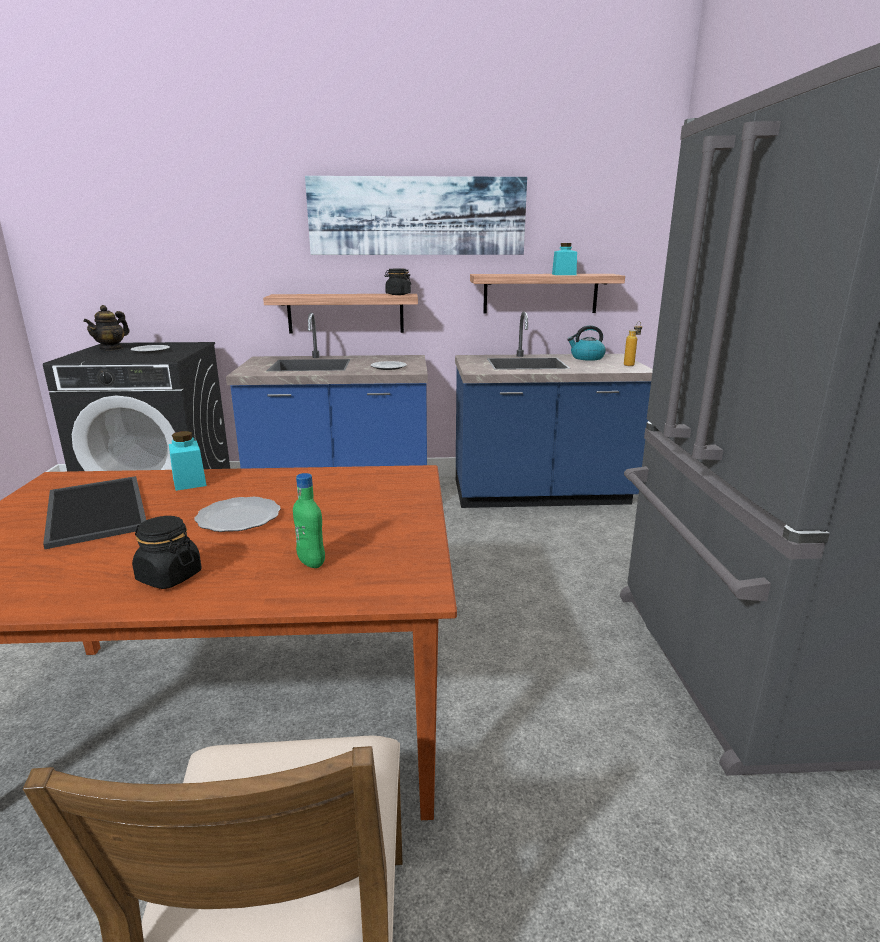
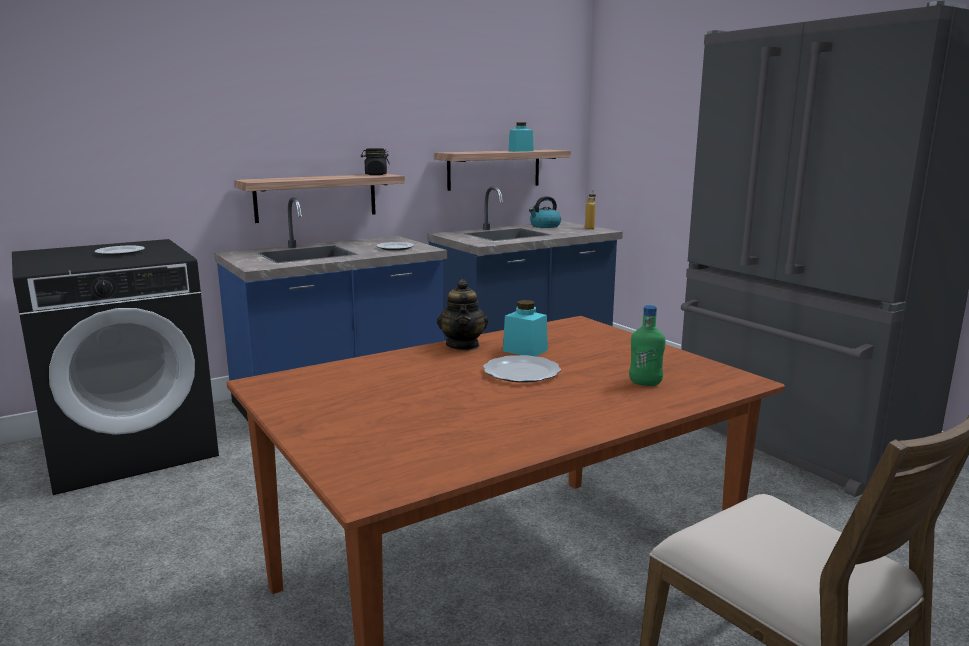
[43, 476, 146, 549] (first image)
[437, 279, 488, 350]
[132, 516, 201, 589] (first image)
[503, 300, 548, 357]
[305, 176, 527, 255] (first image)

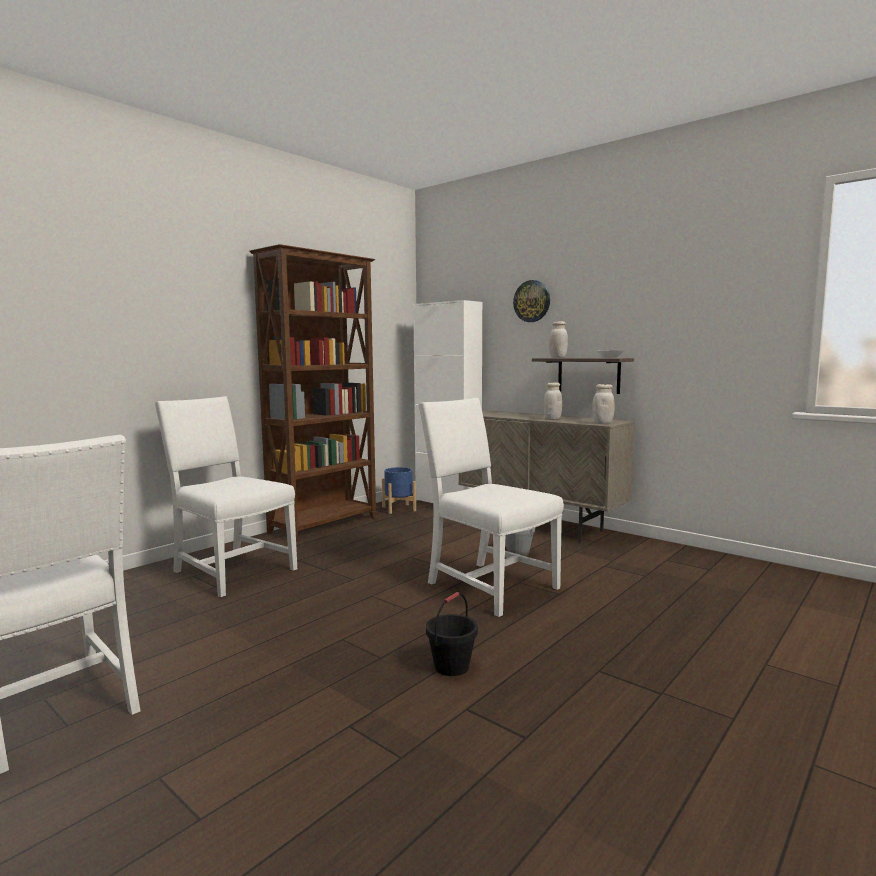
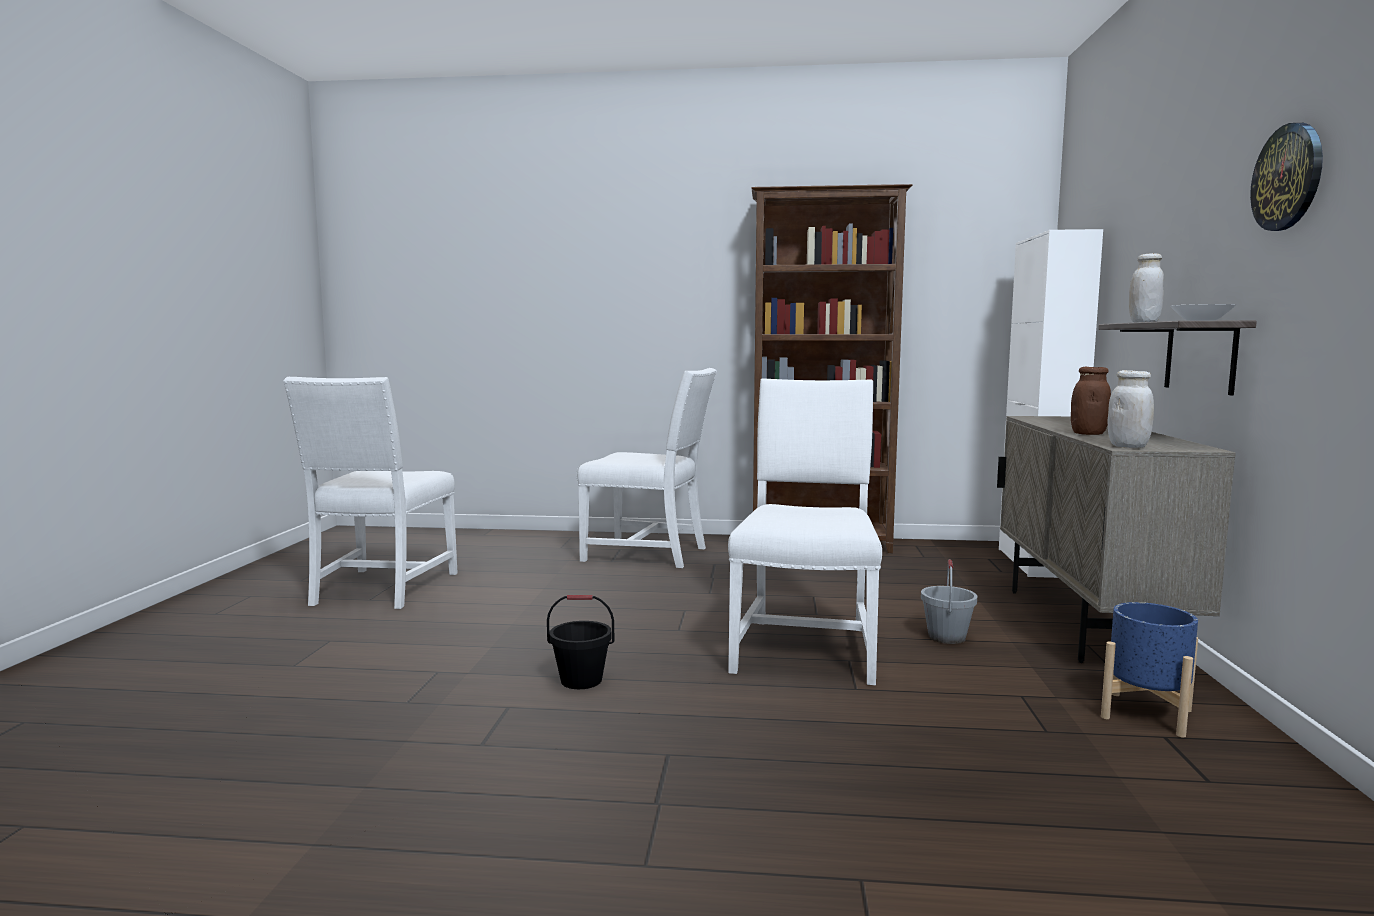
[577, 368, 717, 568]
[1101, 602, 1198, 738]
[1250, 123, 1323, 231]
[1071, 366, 1111, 435]

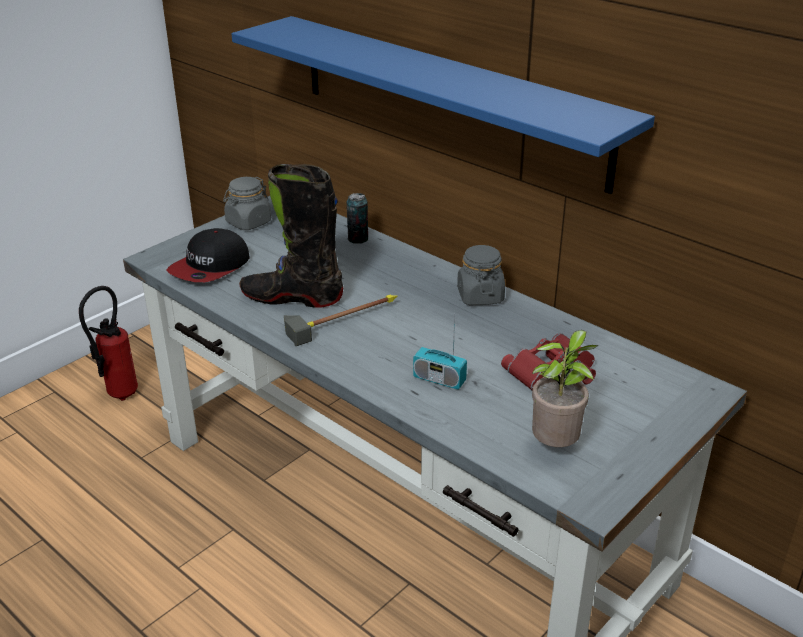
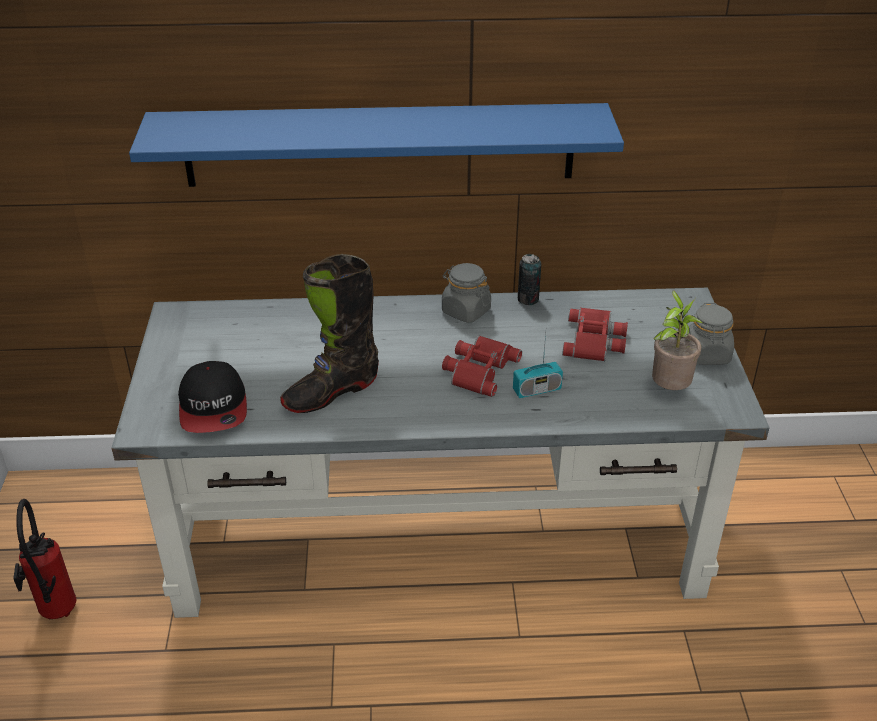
[689, 303, 734, 365]
[284, 294, 397, 346] (first image)
[518, 254, 541, 305]
[442, 336, 522, 397]

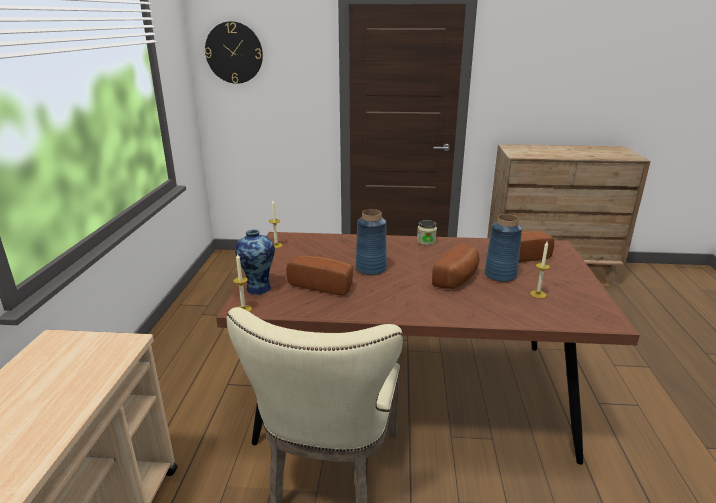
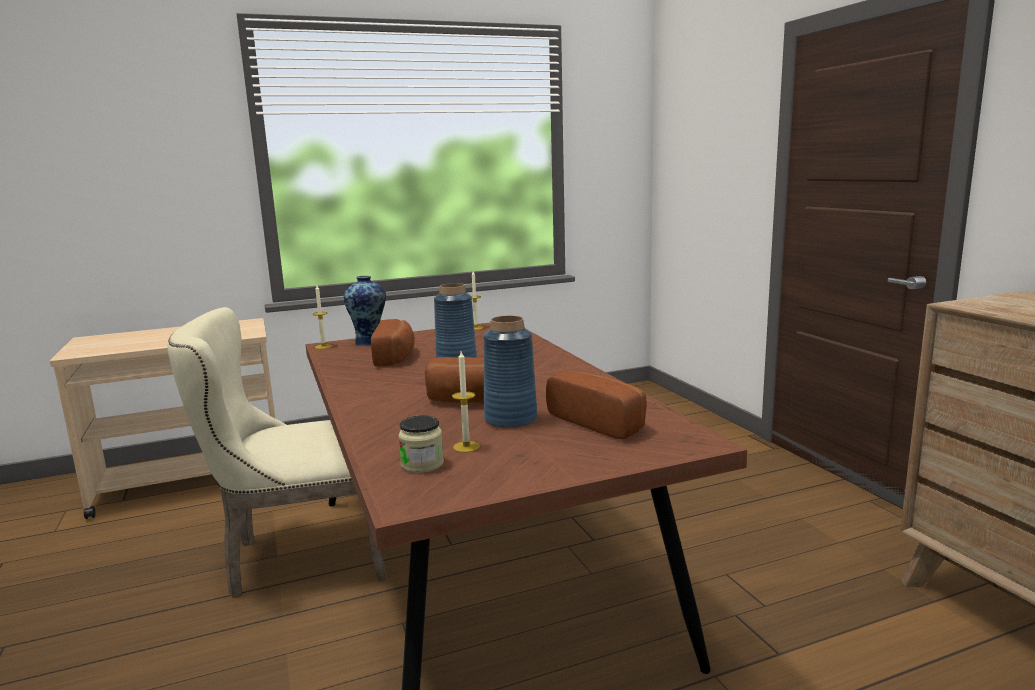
[205, 21, 263, 84] (first image)
[398, 415, 444, 473]

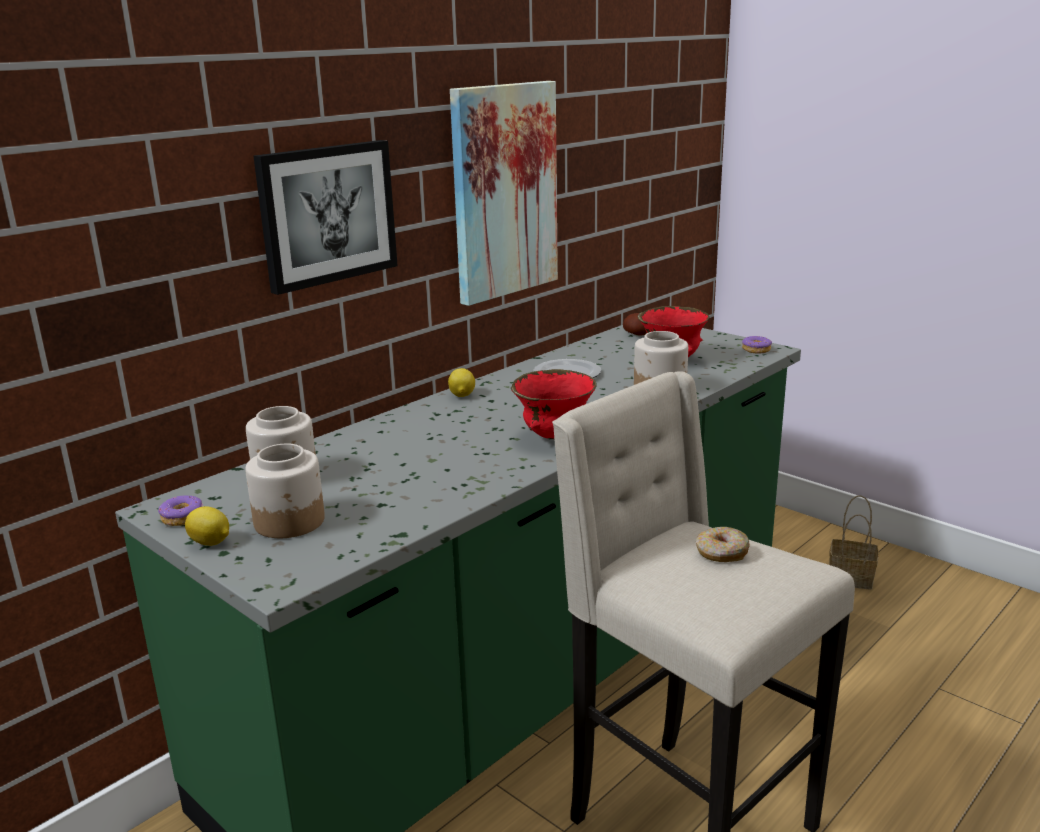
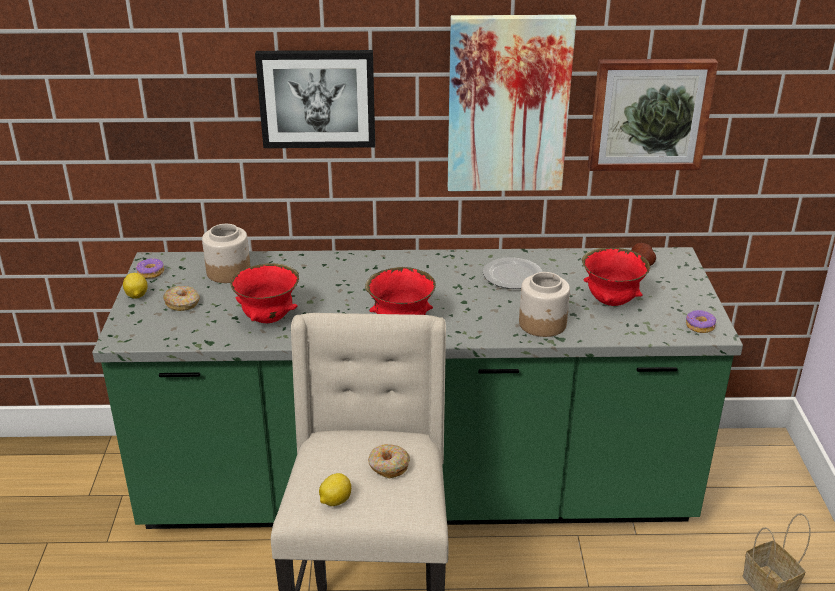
[163, 286, 200, 311]
[319, 473, 351, 506]
[230, 263, 299, 323]
[588, 59, 718, 171]

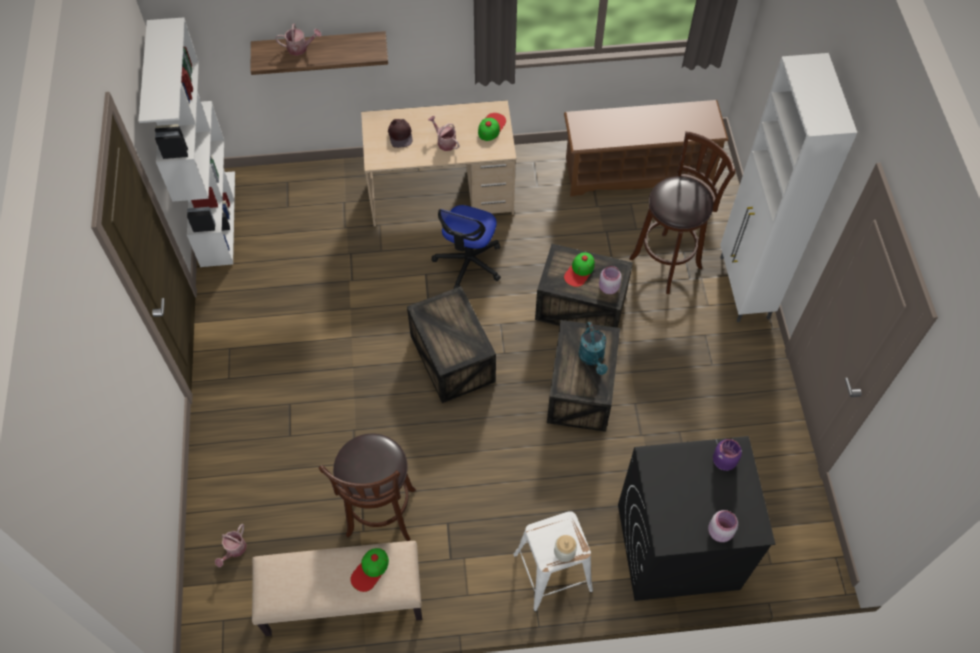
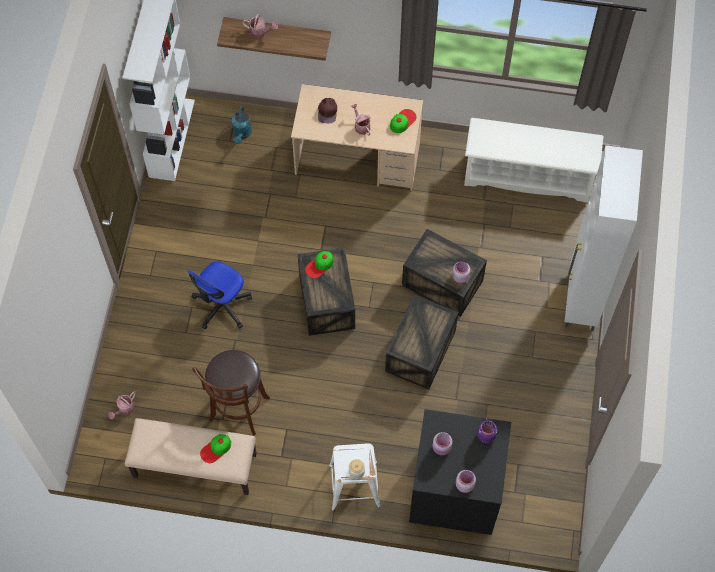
[188, 262, 252, 329]
[464, 118, 604, 203]
[305, 251, 334, 278]
[232, 107, 252, 144]
[629, 131, 735, 294] (first image)
[433, 432, 452, 455]

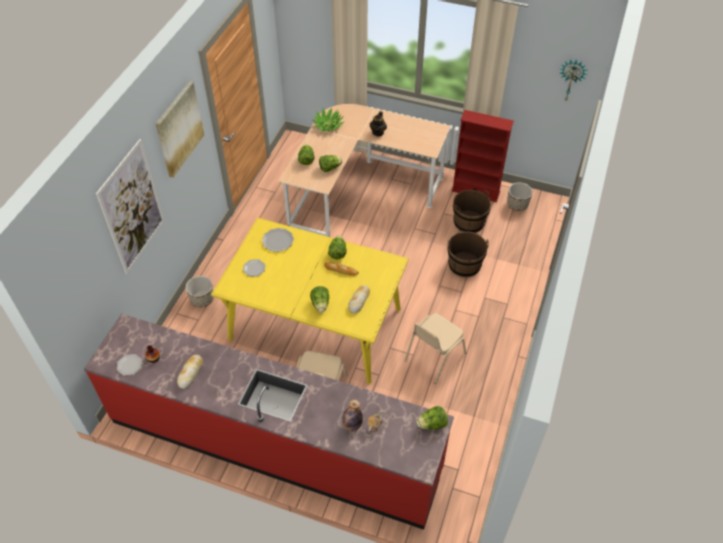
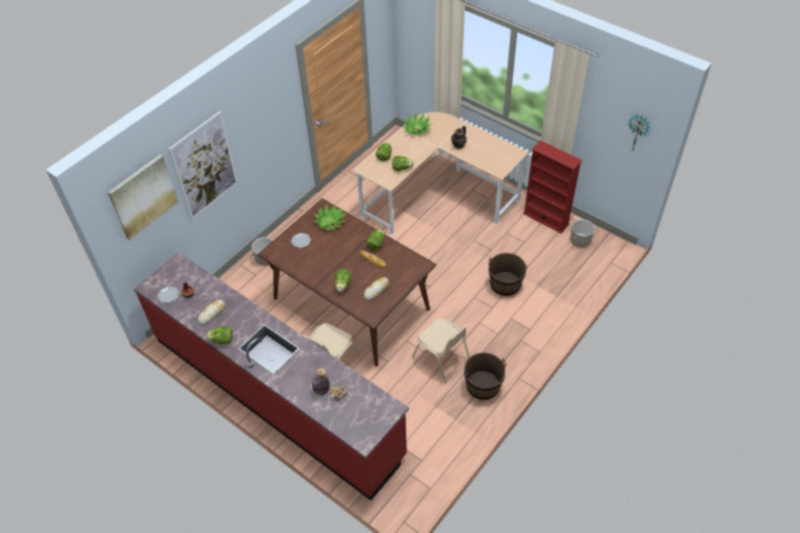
[108, 154, 178, 240]
[258, 198, 436, 366]
[313, 205, 346, 230]
[412, 318, 470, 383]
[206, 326, 232, 344]
[464, 352, 506, 400]

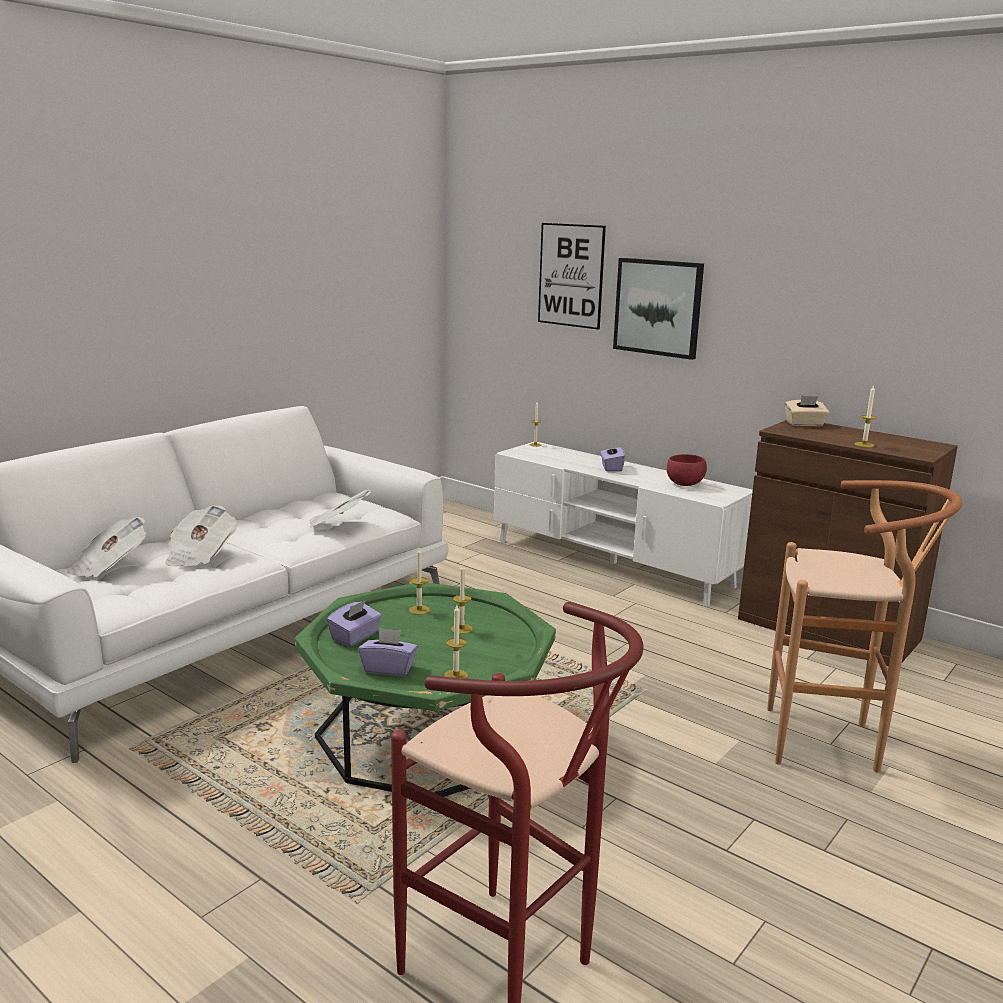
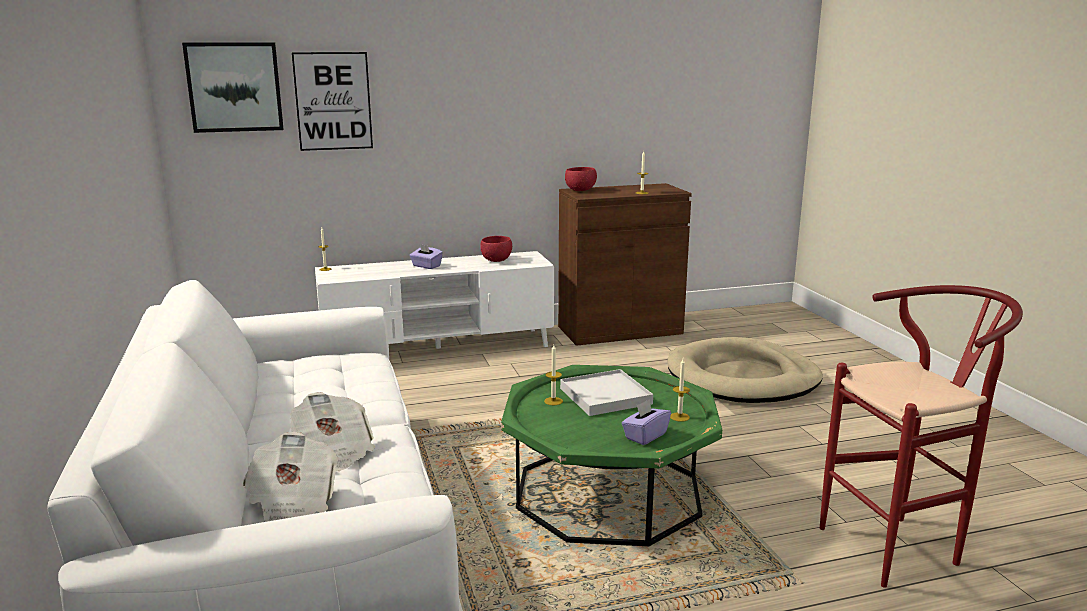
[309, 489, 371, 528] (first image)
[327, 600, 382, 646] (first image)
[560, 369, 653, 416]
[182, 42, 284, 133]
[667, 337, 823, 403]
[565, 167, 597, 191]

